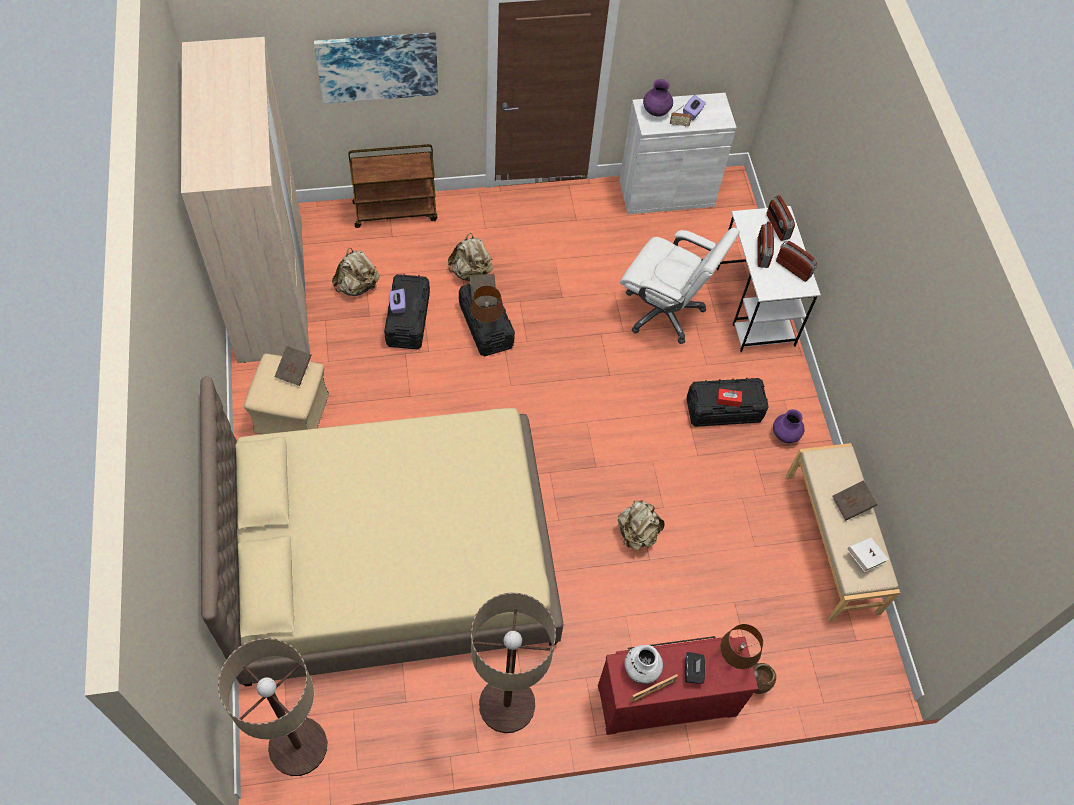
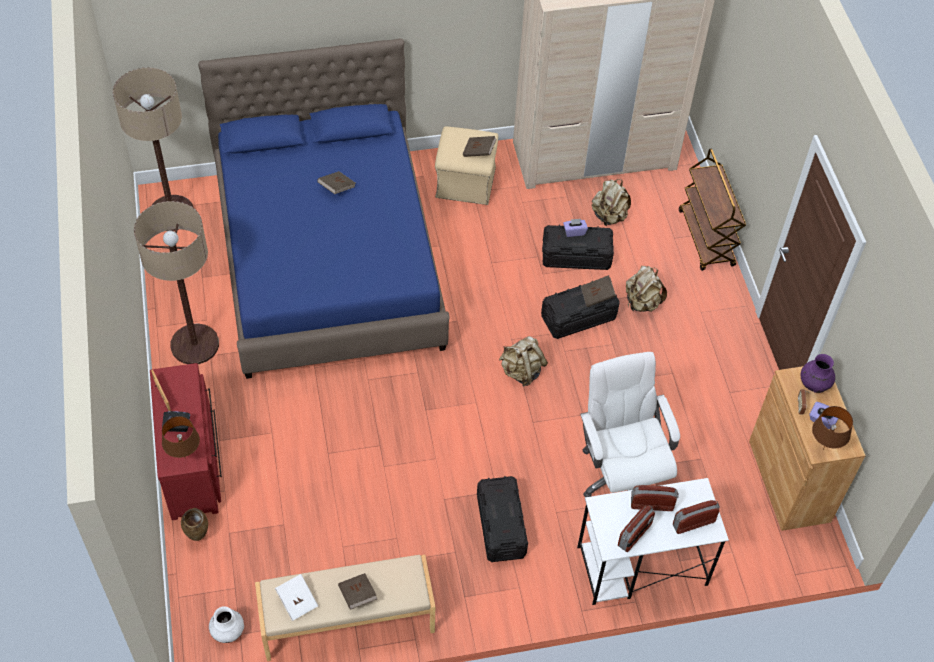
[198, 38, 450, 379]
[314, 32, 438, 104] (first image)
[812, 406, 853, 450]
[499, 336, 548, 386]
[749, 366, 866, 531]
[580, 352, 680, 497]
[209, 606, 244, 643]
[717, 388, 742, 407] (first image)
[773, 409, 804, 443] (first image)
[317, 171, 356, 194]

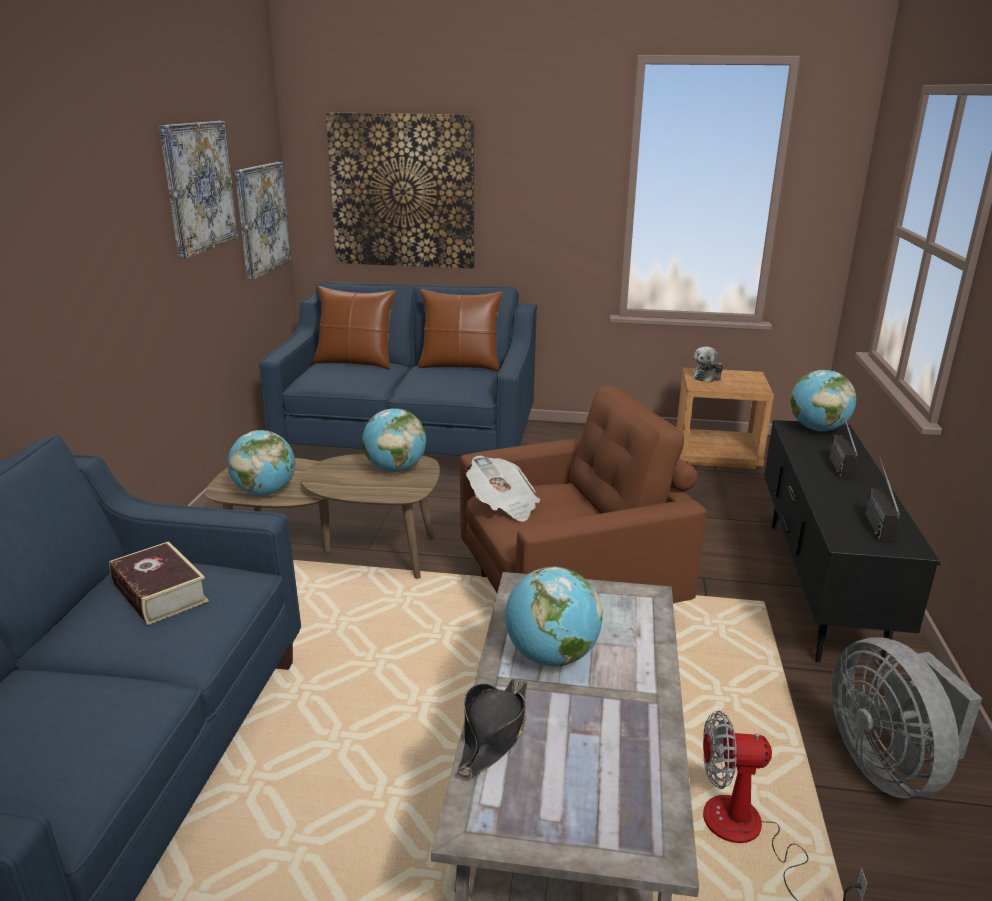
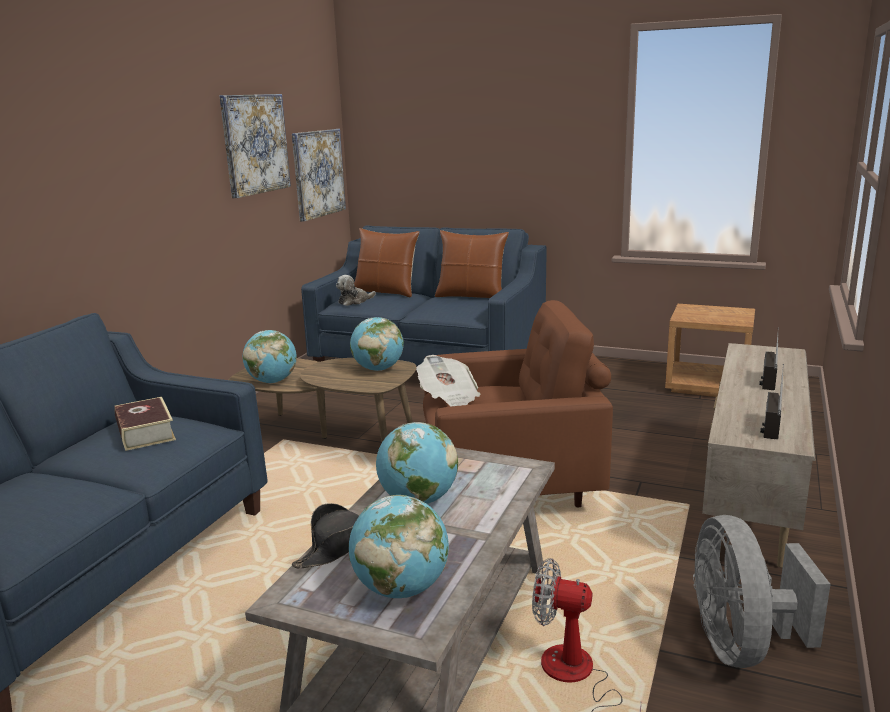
[326, 112, 474, 268] (first image)
[336, 275, 376, 306]
[702, 343, 816, 568]
[349, 495, 449, 598]

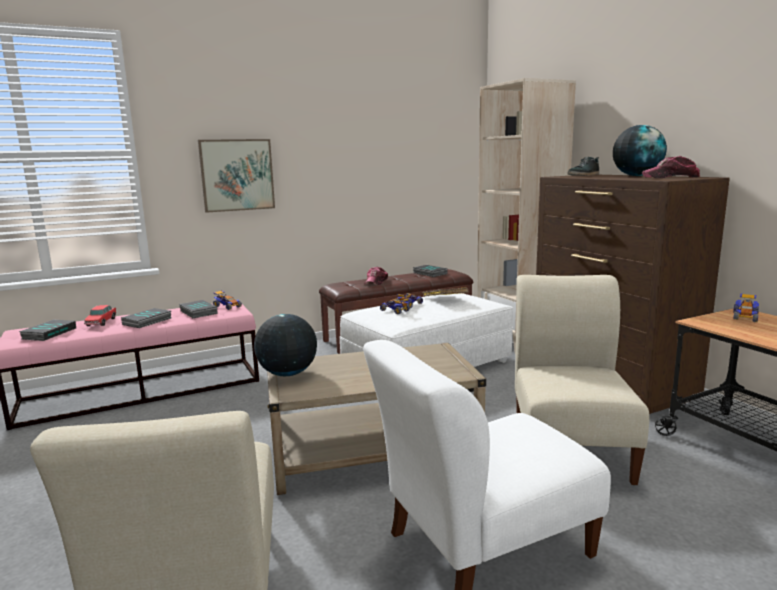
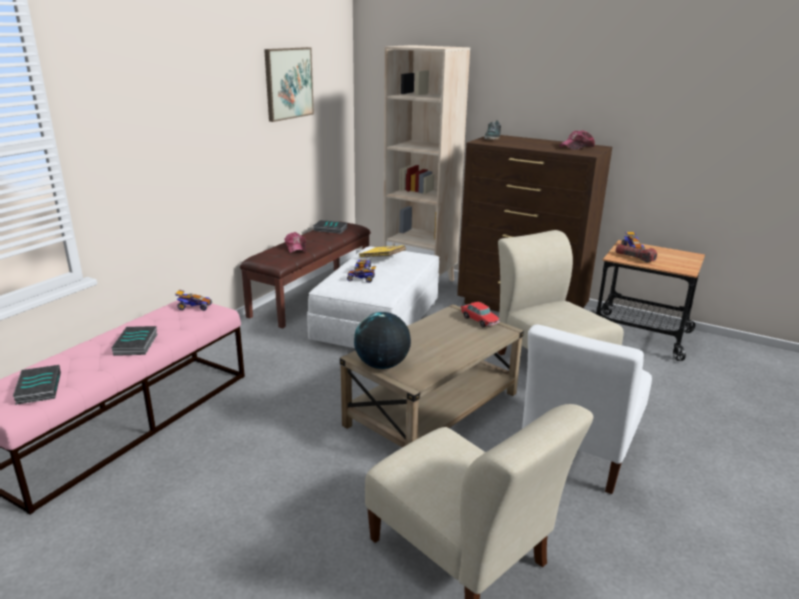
[461, 302, 499, 327]
[179, 300, 218, 318] (first image)
[264, 47, 314, 122]
[613, 125, 667, 176] (first image)
[616, 244, 657, 263]

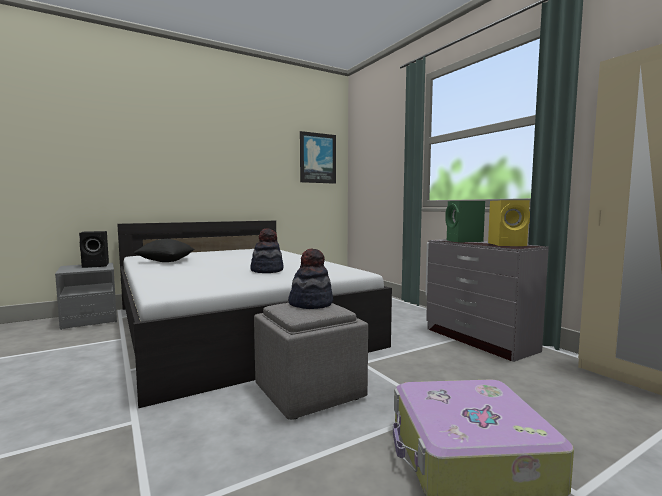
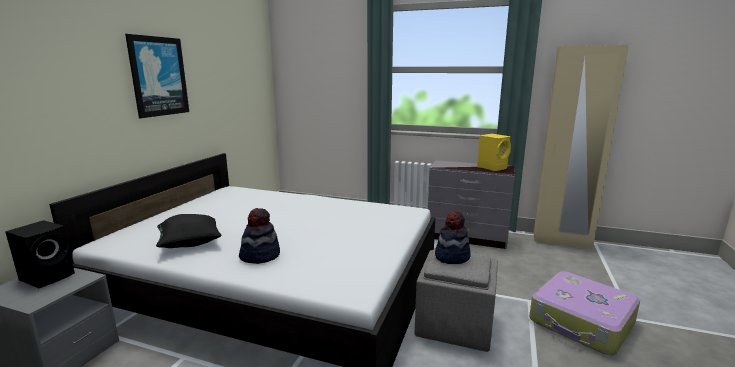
[239, 208, 280, 264]
[125, 34, 189, 118]
[445, 201, 485, 243] (first image)

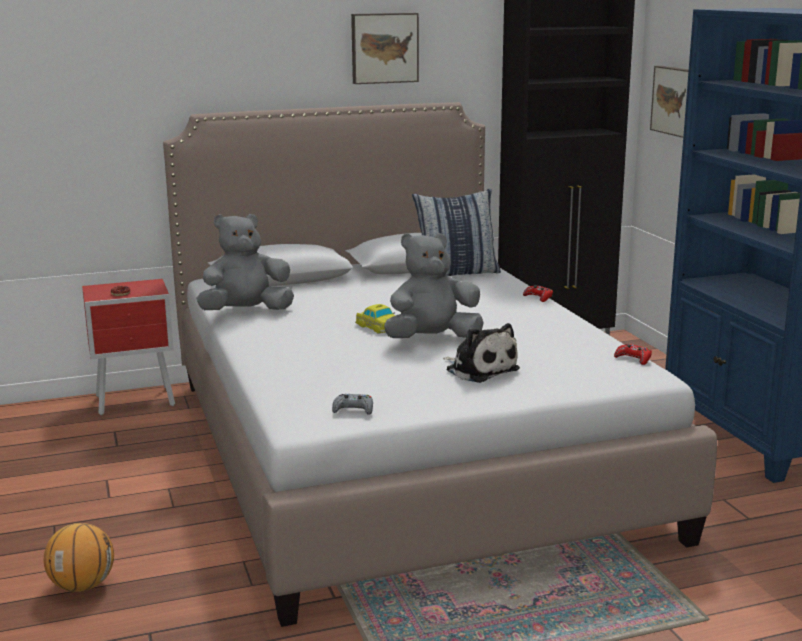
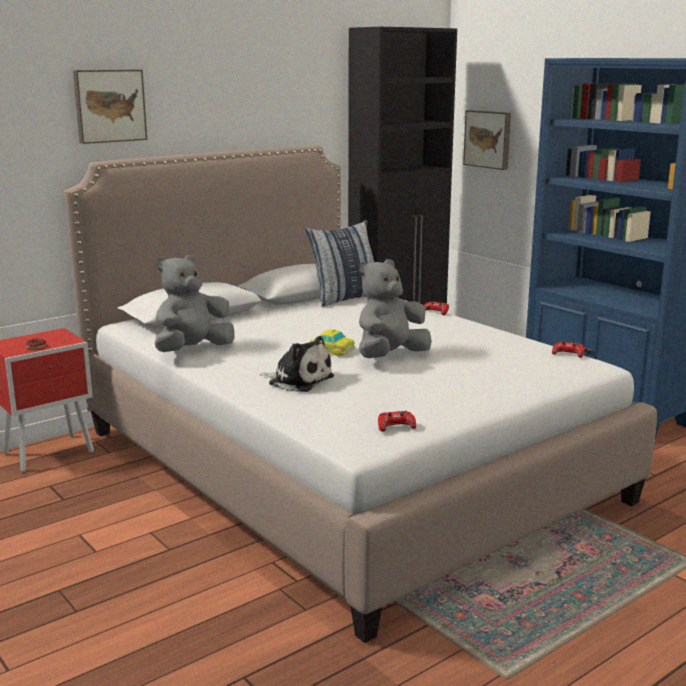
[44, 523, 114, 592] (first image)
[378, 411, 416, 432]
[73, 70, 147, 144]
[260, 336, 334, 392]

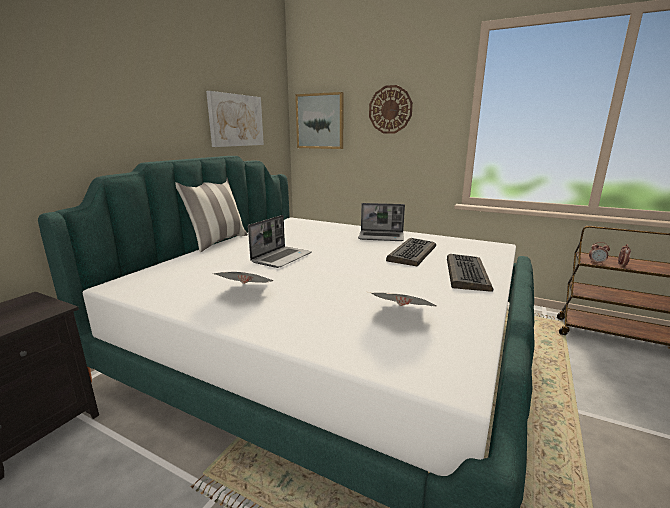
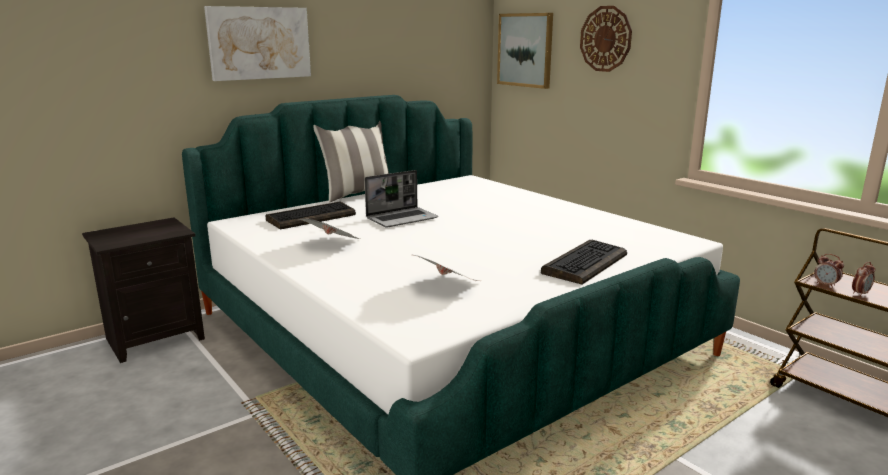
[204, 6, 311, 81]
[358, 203, 405, 241] (first image)
[266, 201, 356, 229]

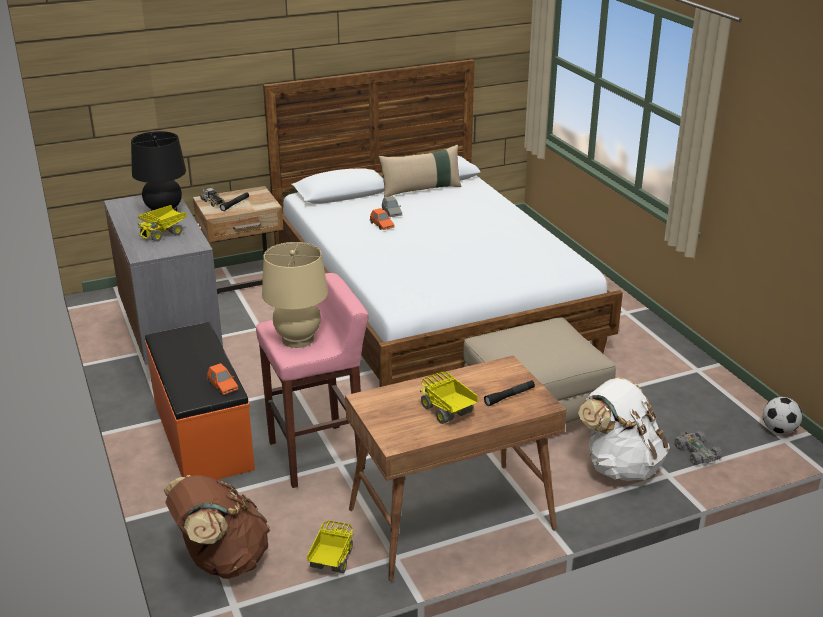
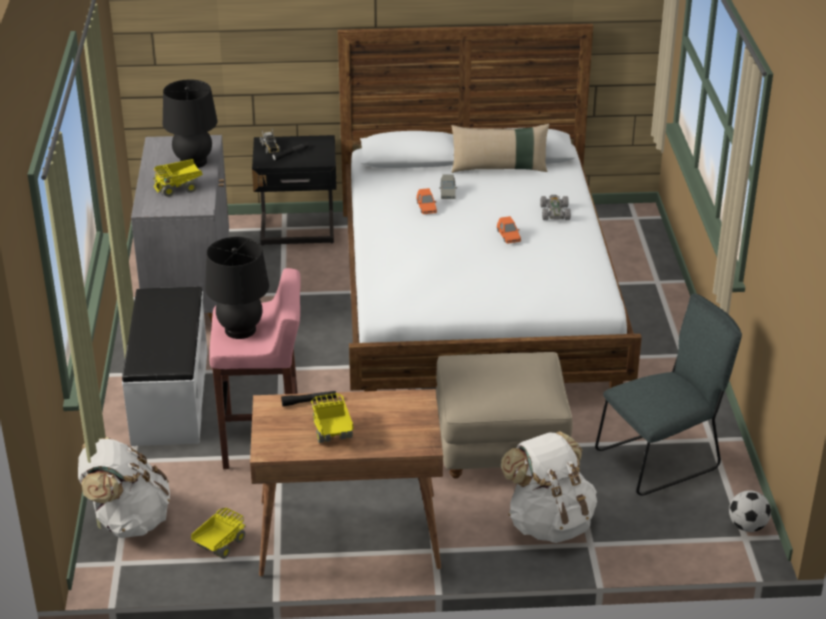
[122, 287, 208, 446]
[78, 437, 170, 538]
[252, 135, 336, 246]
[497, 216, 521, 244]
[205, 237, 269, 339]
[281, 391, 337, 406]
[540, 195, 571, 220]
[595, 294, 742, 496]

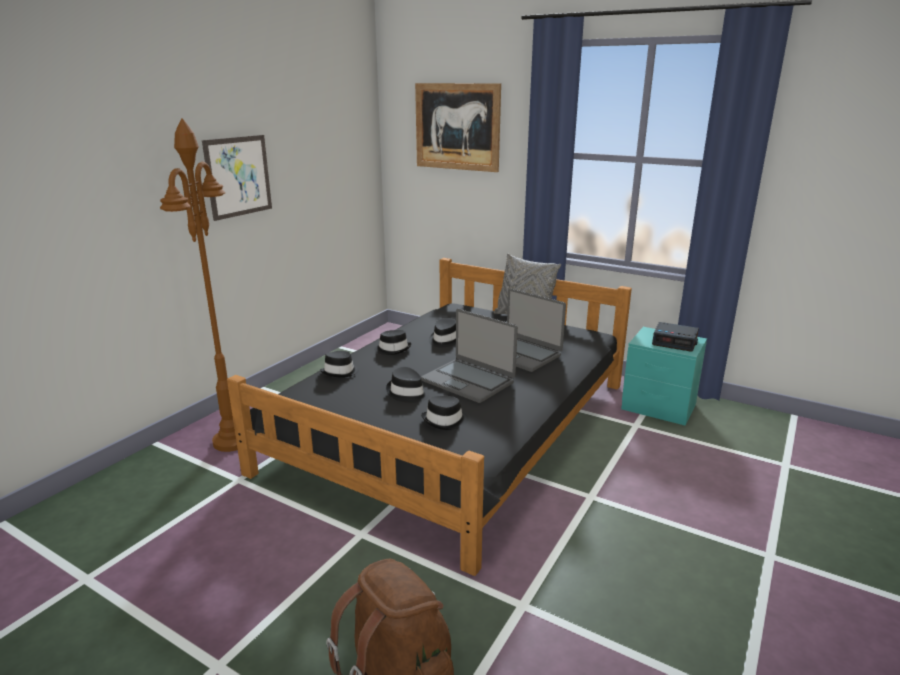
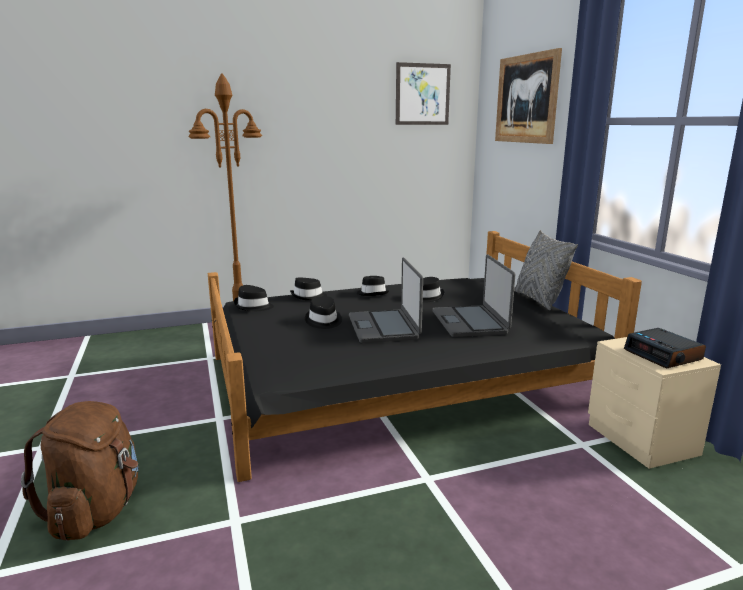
[396, 62, 451, 125]
[234, 285, 274, 311]
[588, 337, 721, 469]

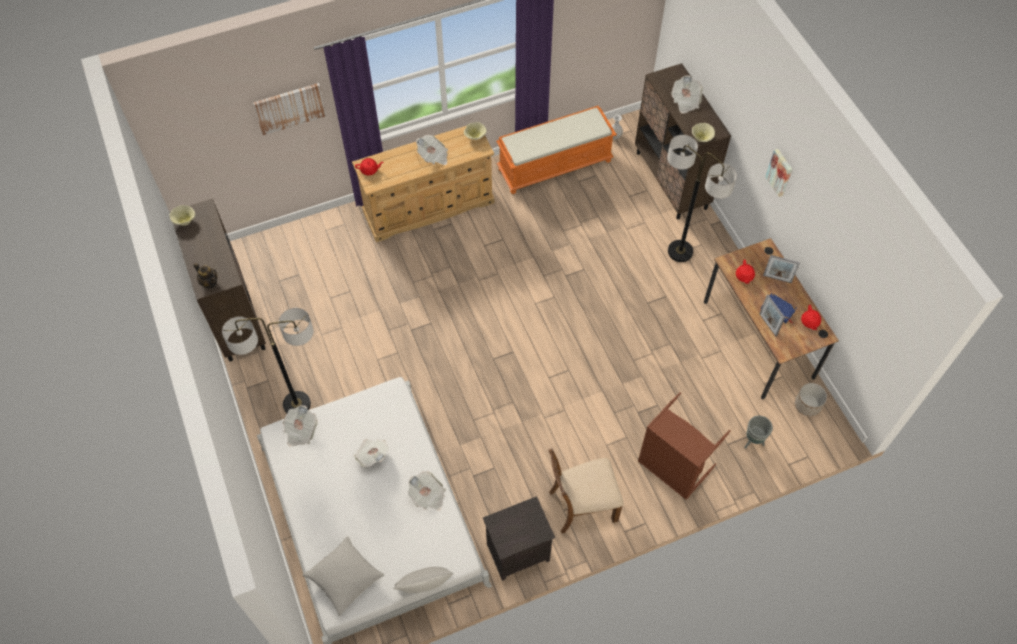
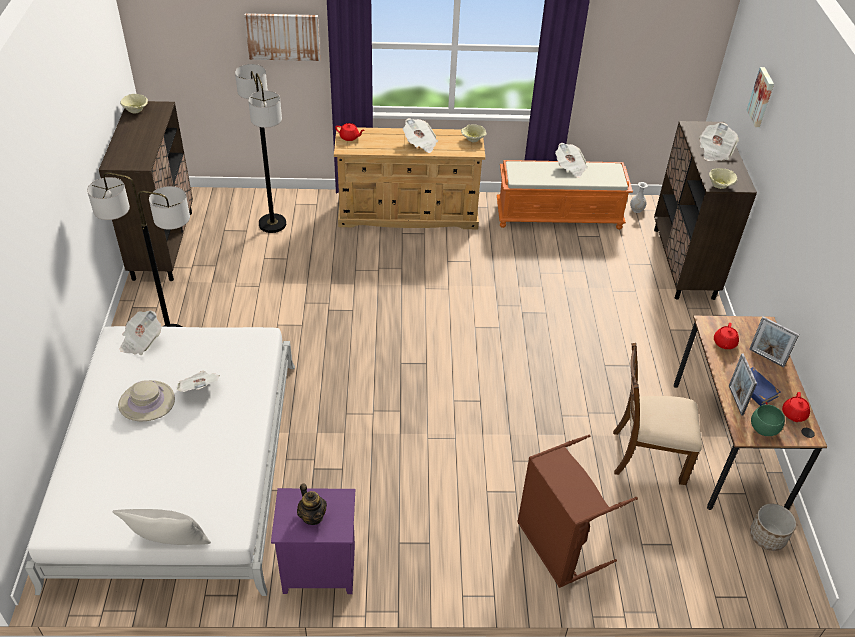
[297, 484, 327, 525]
[303, 536, 384, 616] (first image)
[555, 143, 588, 178]
[271, 488, 355, 594]
[613, 343, 702, 485]
[235, 64, 286, 233]
[744, 416, 773, 449] (first image)
[747, 67, 774, 127]
[118, 380, 175, 421]
[751, 405, 785, 436]

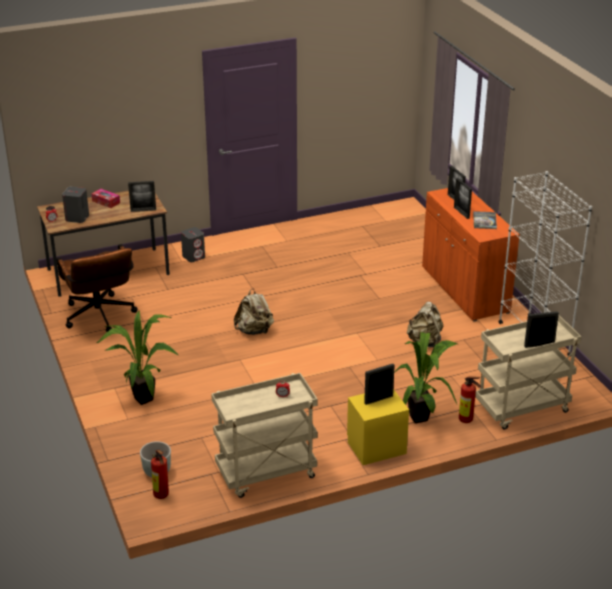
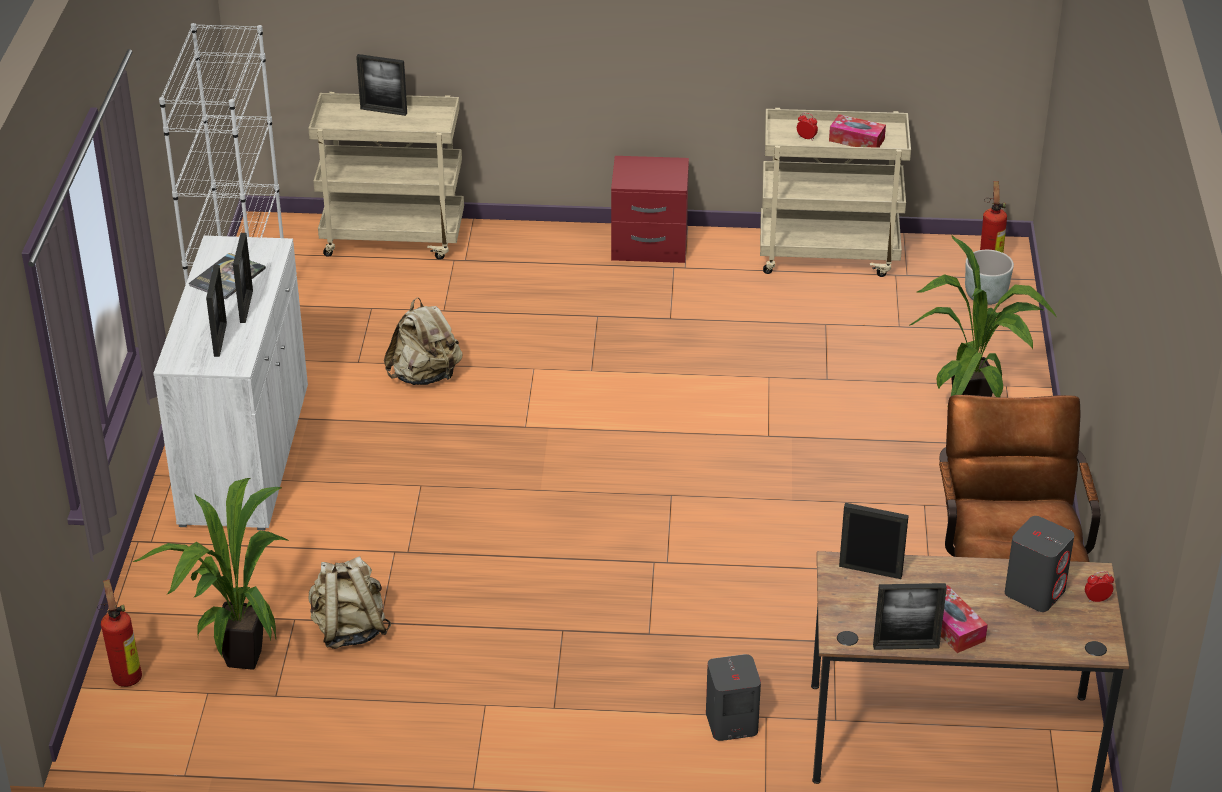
[309, 556, 391, 649]
[611, 156, 689, 263]
[873, 583, 947, 650]
[133, 478, 289, 670]
[153, 236, 308, 530]
[97, 579, 142, 687]
[829, 114, 886, 148]

